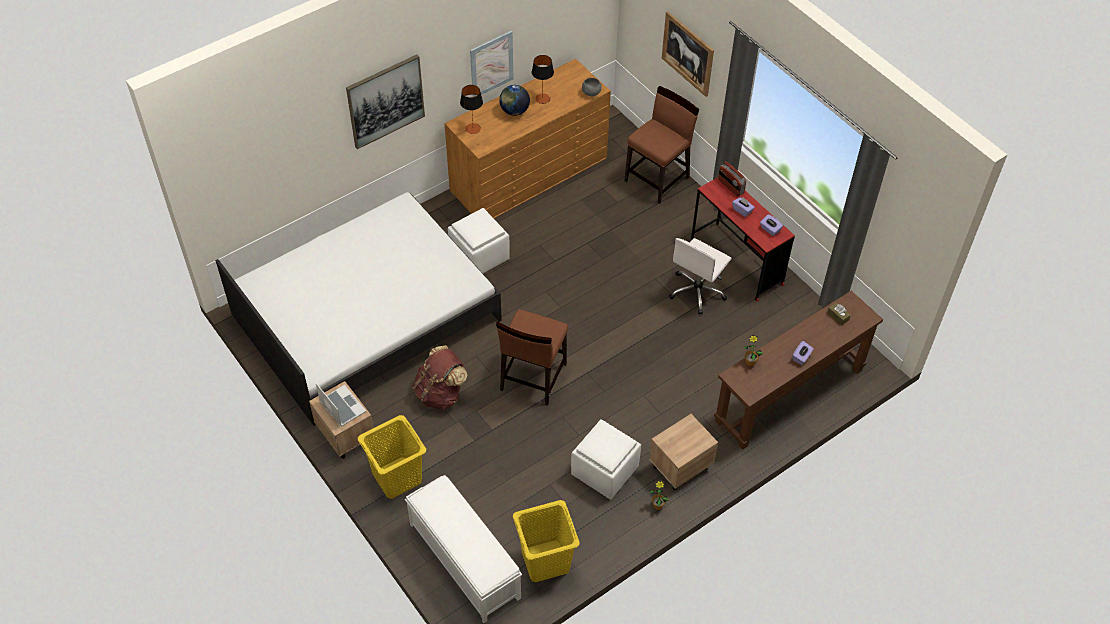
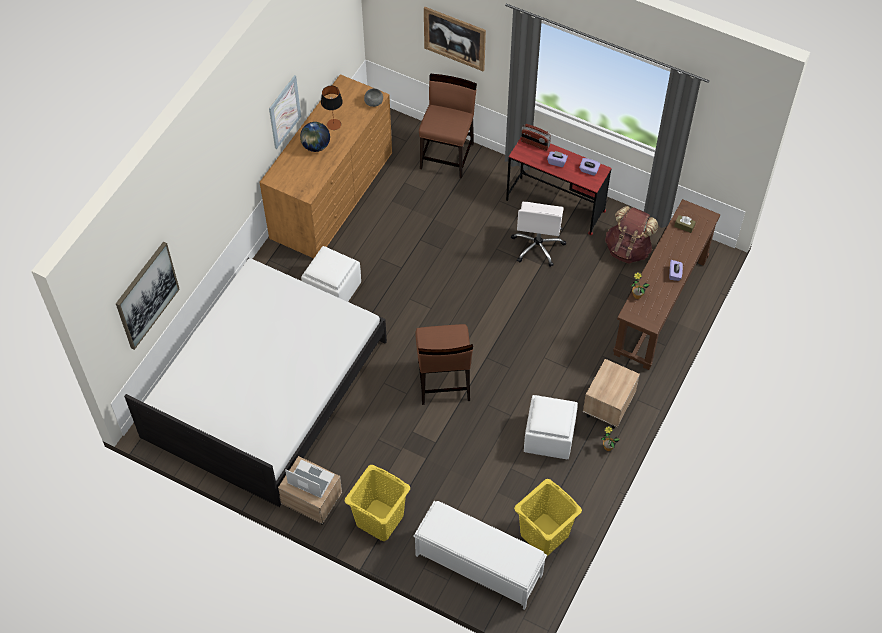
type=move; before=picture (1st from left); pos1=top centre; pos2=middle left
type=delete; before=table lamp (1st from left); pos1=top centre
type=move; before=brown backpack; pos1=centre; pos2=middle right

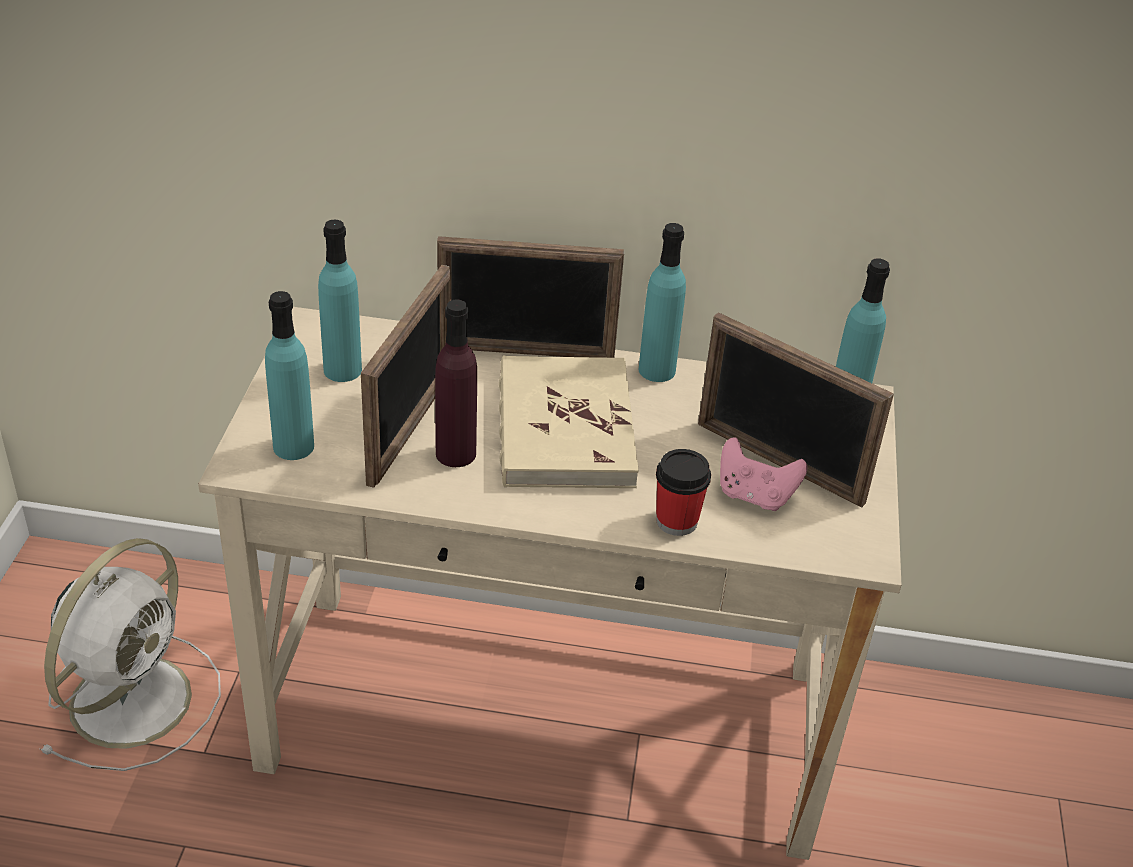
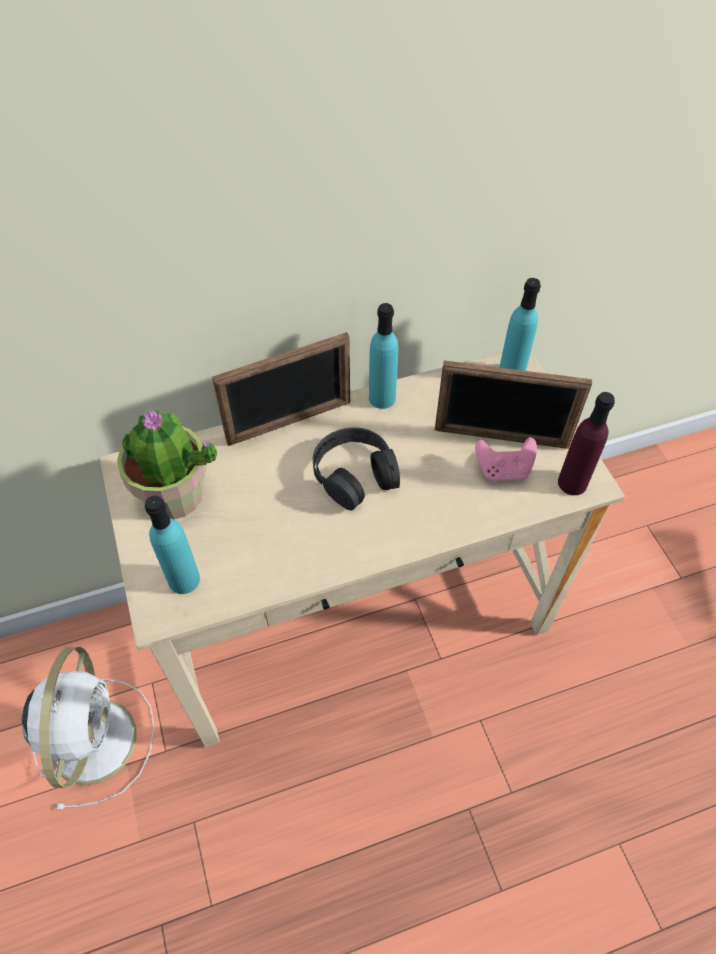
type=replace; before=turquoise bottle (2nd from left); after=potted plant; pos1=middle left; pos2=middle left
type=delete; before=picture frame (1st from left); pos1=centre
type=move; before=purple bottle; pos1=centre; pos2=middle right
type=replace; before=beige book; after=black headphones; pos1=centre; pos2=centre
type=delete; before=cup; pos1=centre

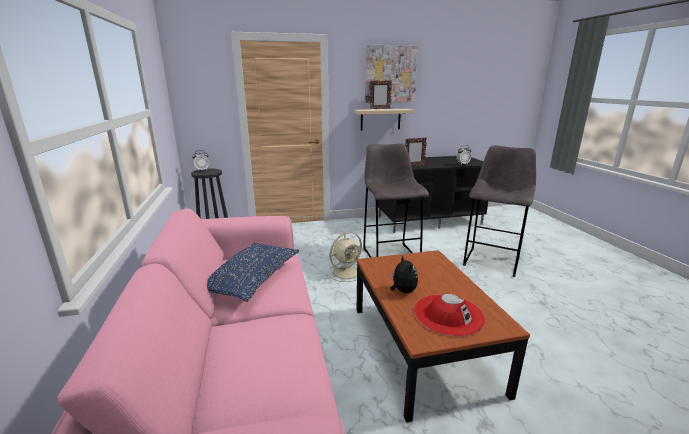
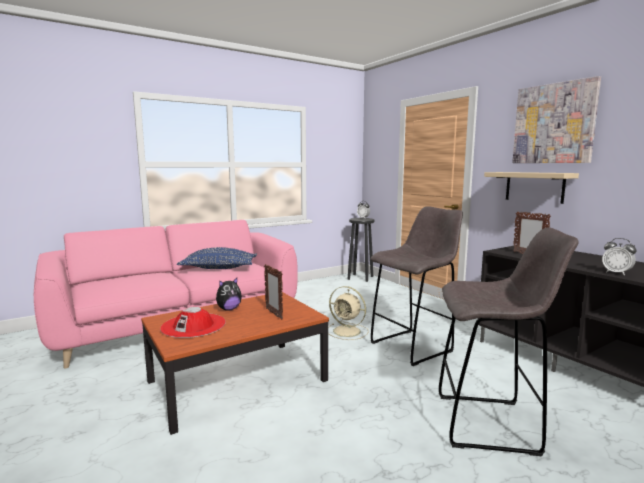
type=move; before=picture frame (1st from left); pos1=top centre; pos2=centre

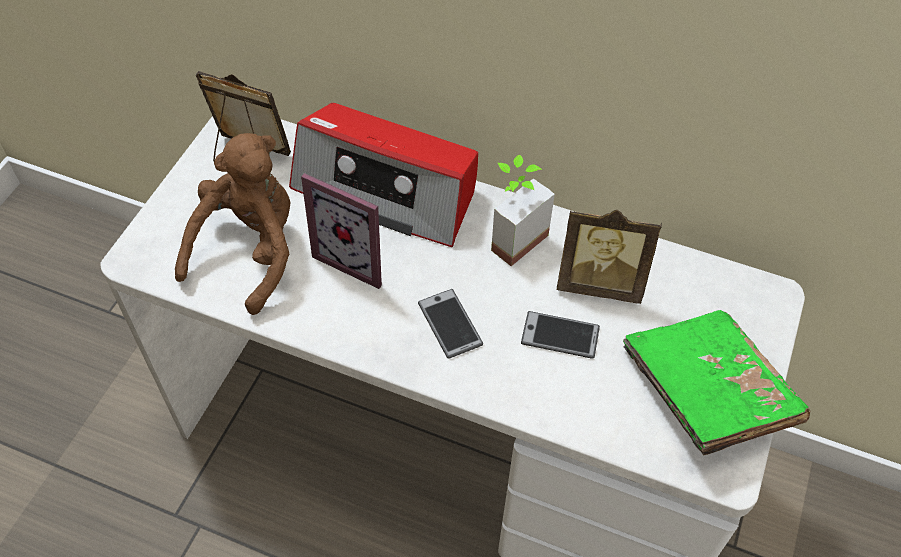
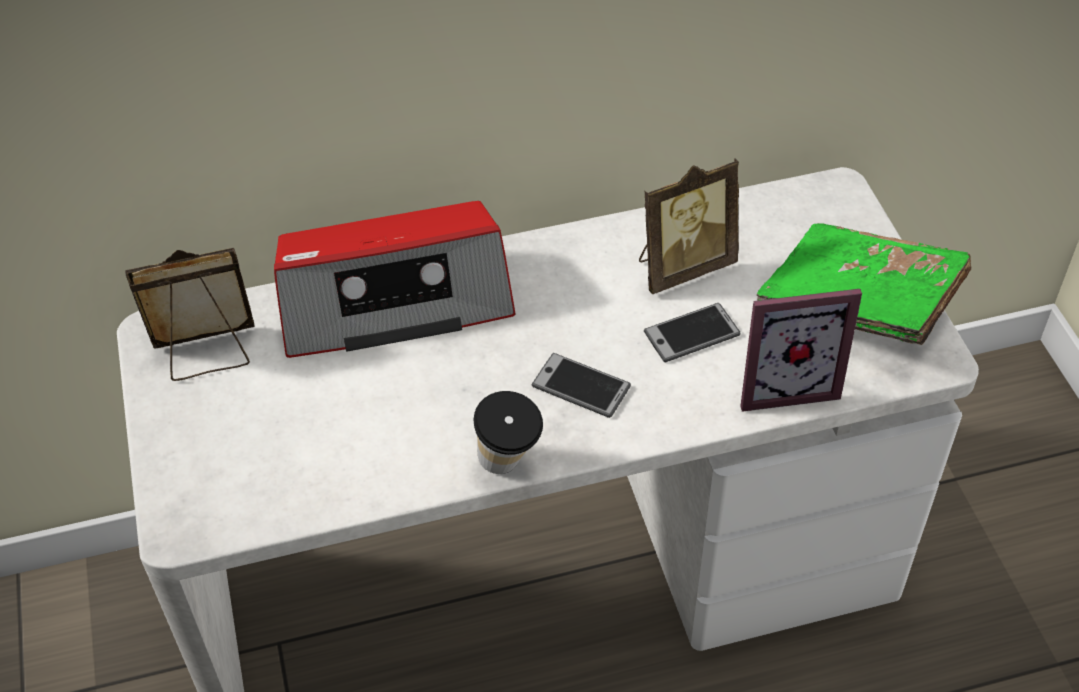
type=delete; before=brown plush toy; pos1=middle left
type=delete; before=potted plant; pos1=centre
type=move; before=picture frame (2nd from left in the first image); after=picture frame (3rd from left); pos1=centre; pos2=middle right
type=insert; after=cup; pos2=centre

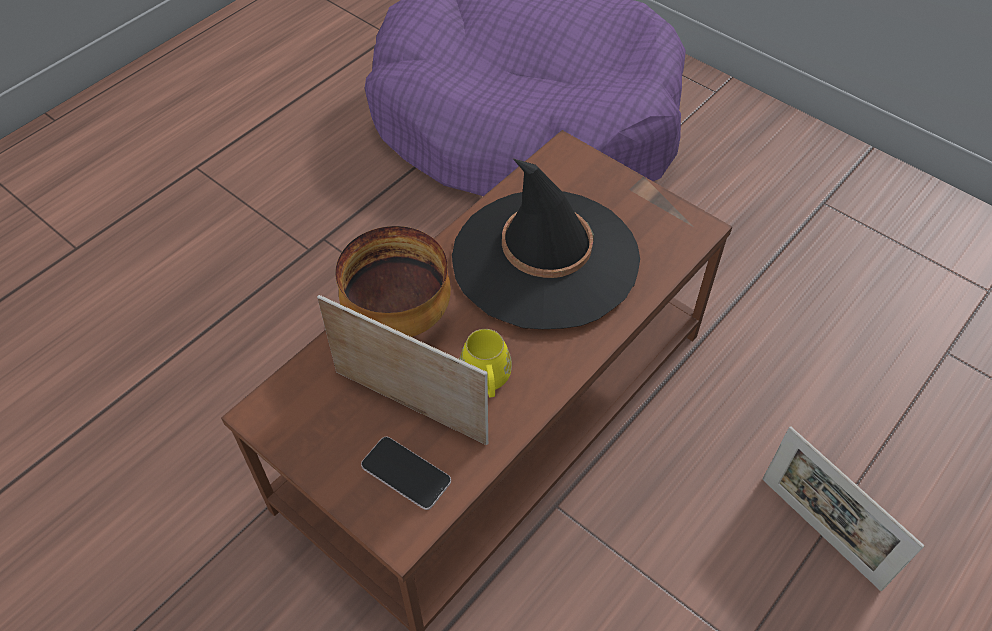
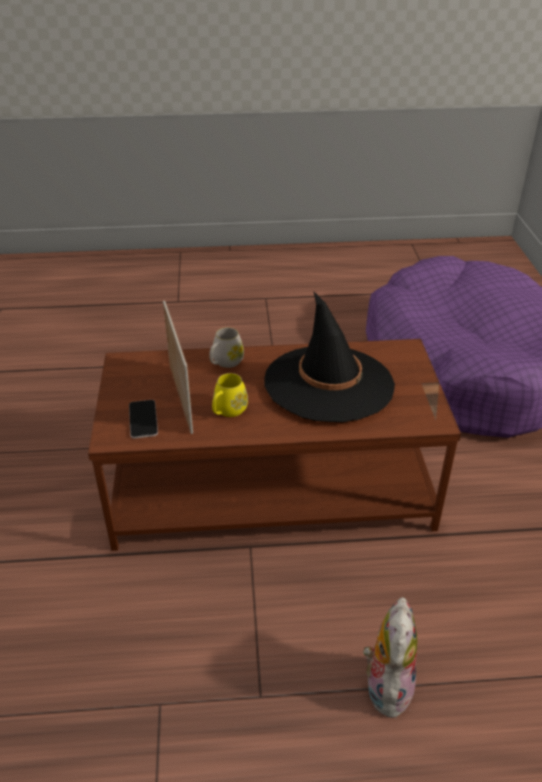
type=replace; before=bowl; after=white mug; pos1=centre; pos2=centre
type=replace; before=picture frame (2nd from left); after=plush toy; pos1=bottom right; pos2=bottom right

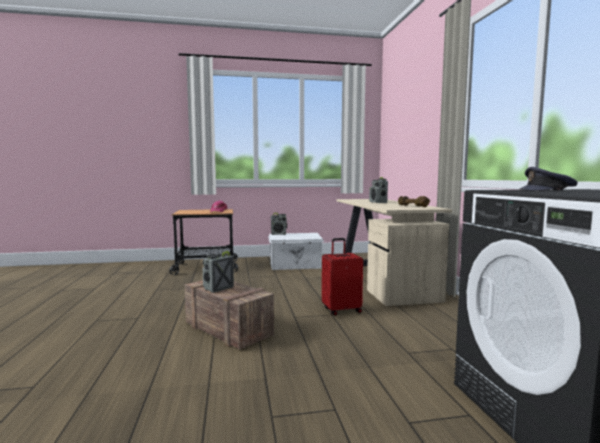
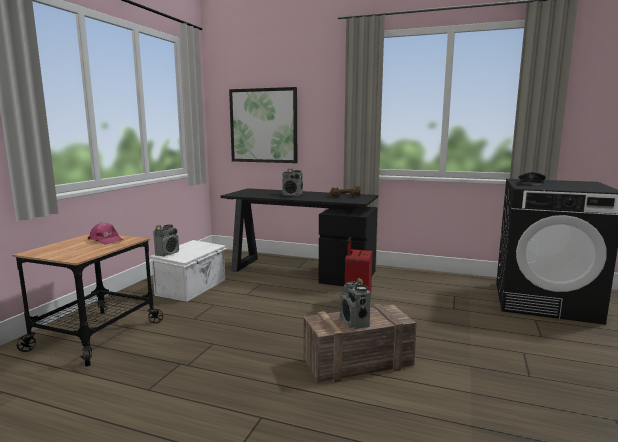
type=recolor; before=beige desk; after=black desk; pos1=centre; pos2=centre
type=insert; after=picture; pos2=top centre

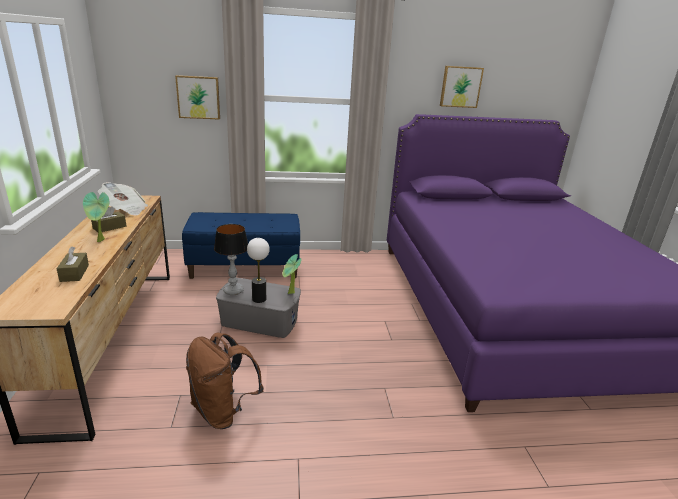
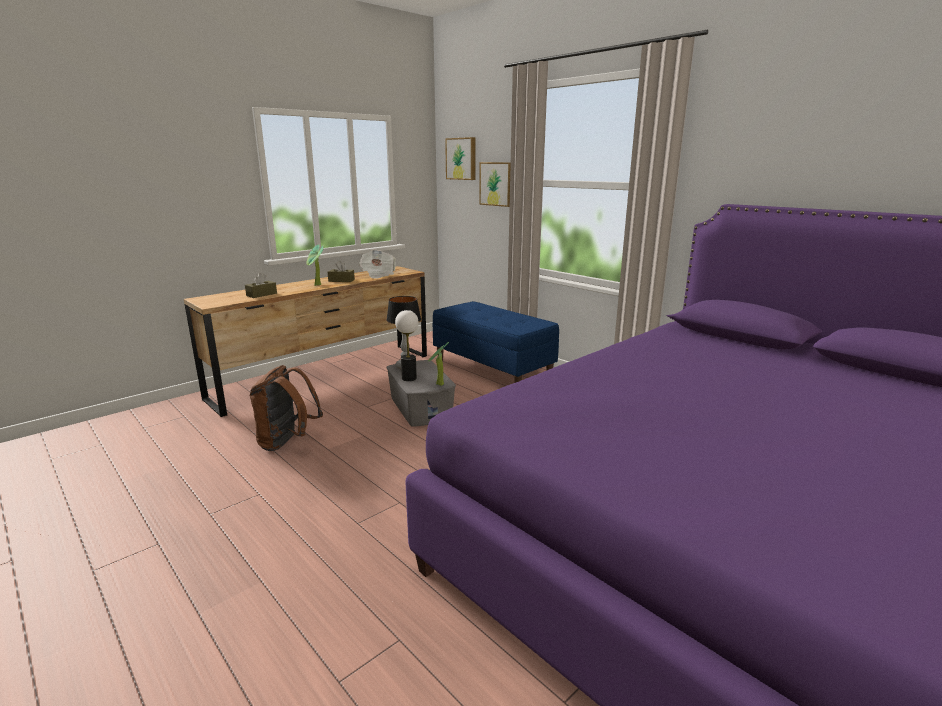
type=move; before=picture (2nd from left in the first image); after=picture (1st from left); pos1=top right; pos2=top centre

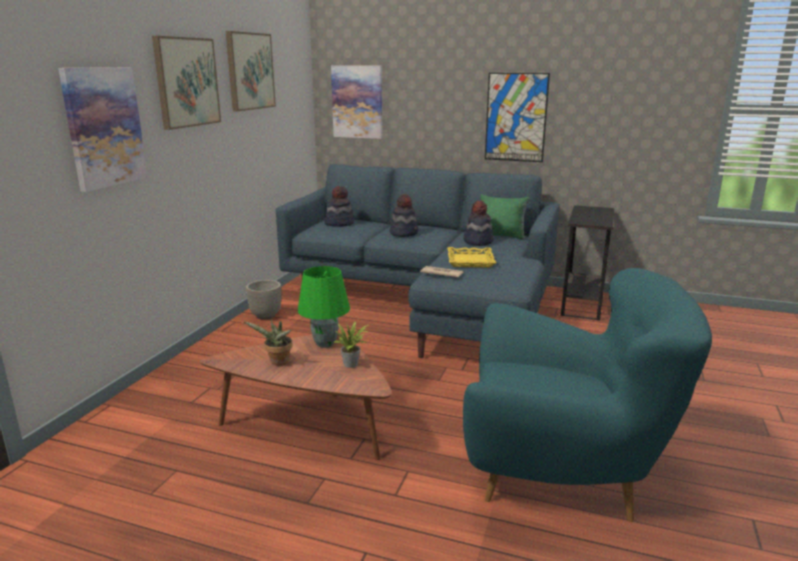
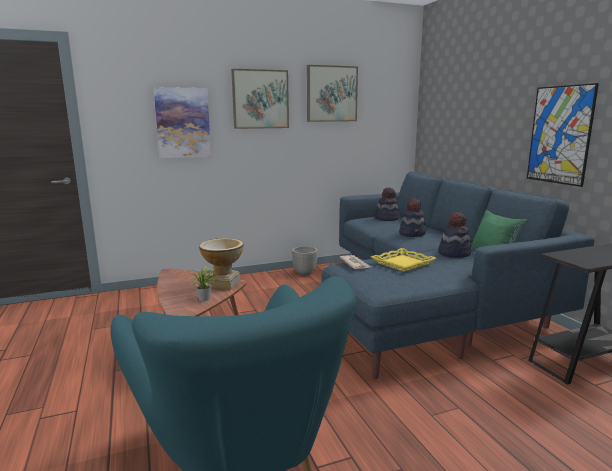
type=delete; before=picture (4th from left); pos1=top centre
type=replace; before=green table lamp; after=vase; pos1=centre; pos2=centre
type=delete; before=potted plant (1st from left); pos1=centre

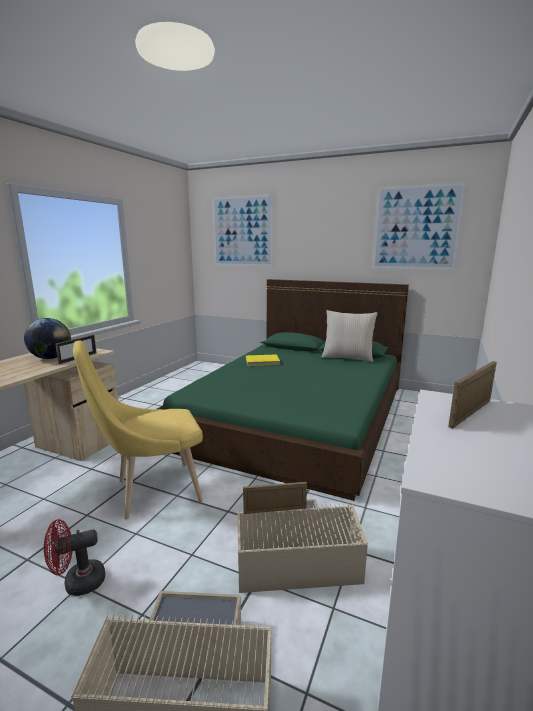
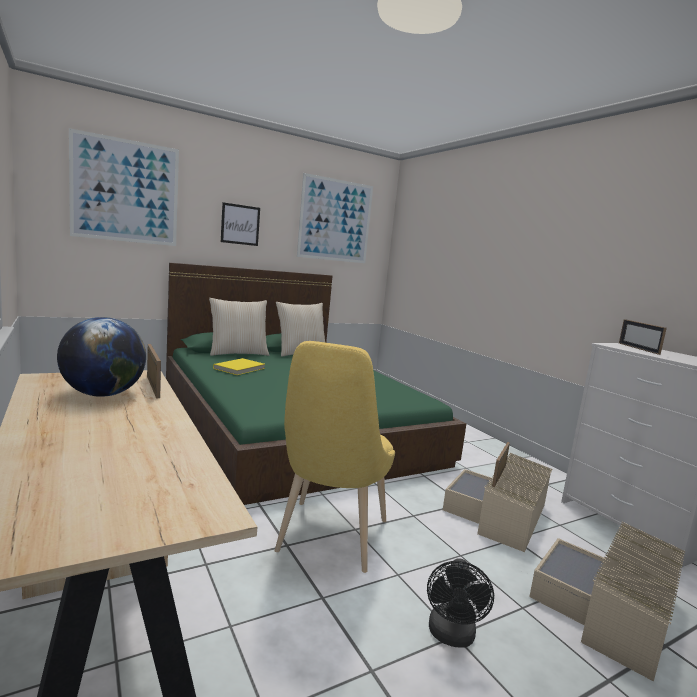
type=recolor; before=red fan; after=black fan; pos1=bottom left; pos2=bottom centre
type=insert; after=picture (2nd from left); pos2=top centre
type=insert; after=beige pillow (1st from left); pos2=centre

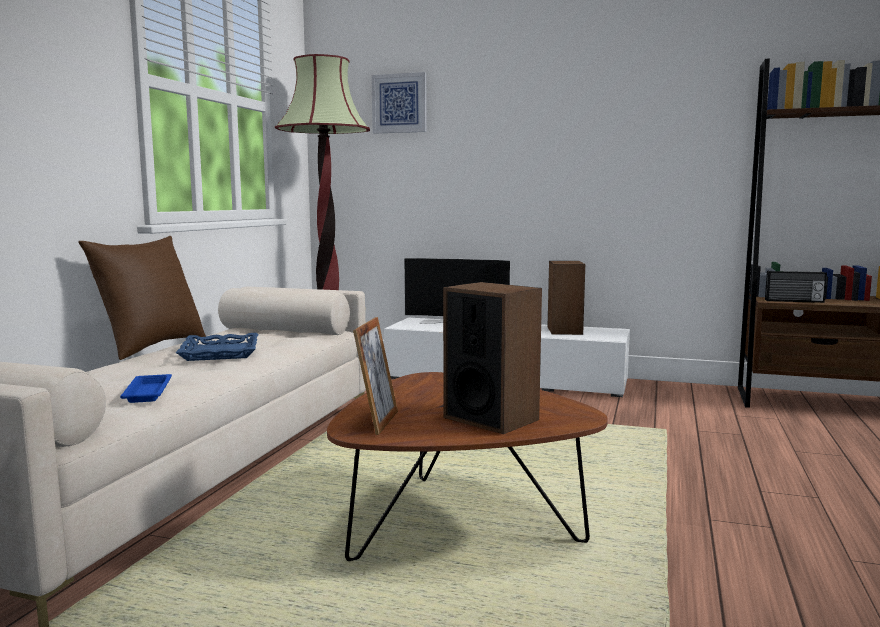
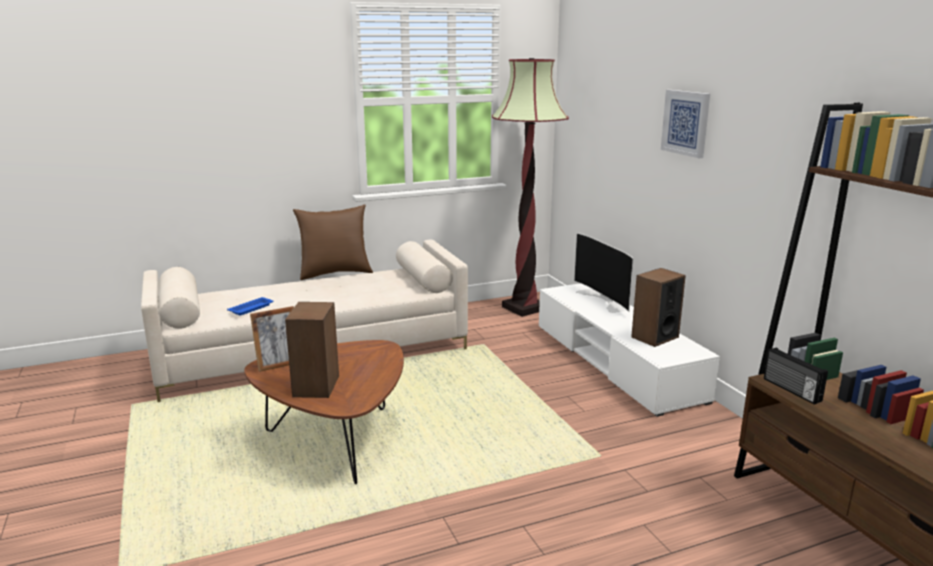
type=move; before=picture; pos1=top centre; pos2=top right
type=delete; before=blue tray (2nd from left); pos1=middle left

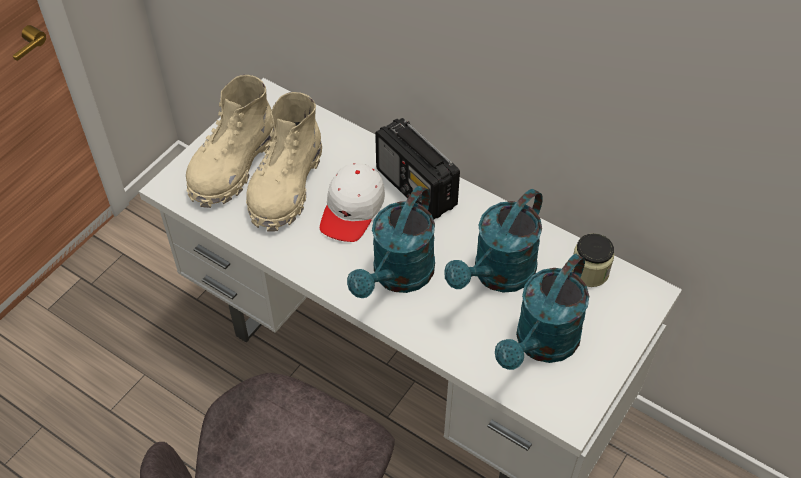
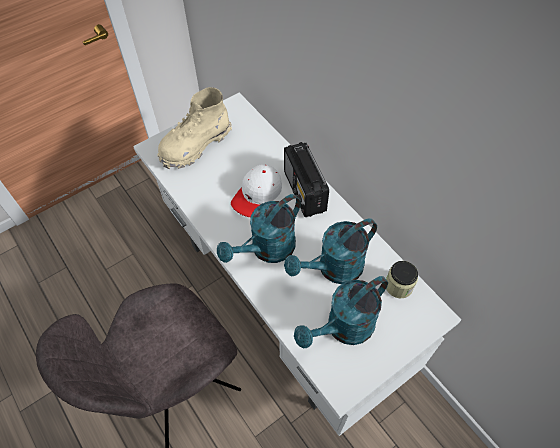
type=delete; before=beige boot (2nd from left); pos1=centre

